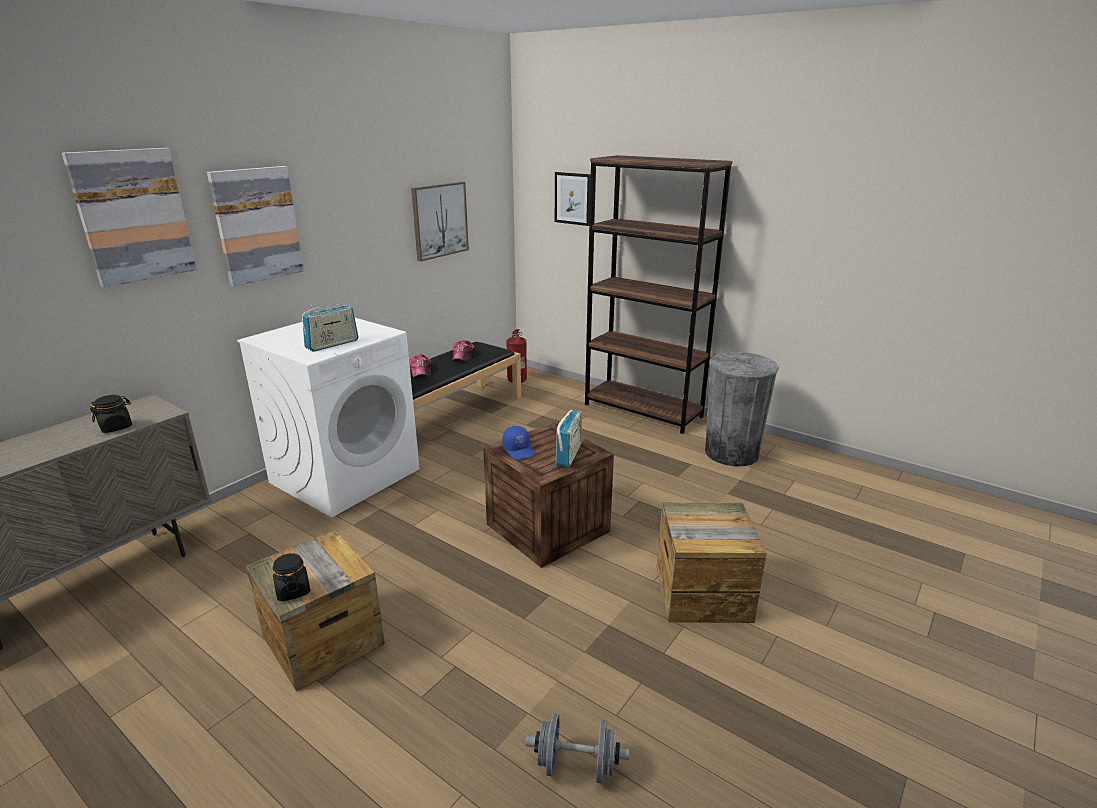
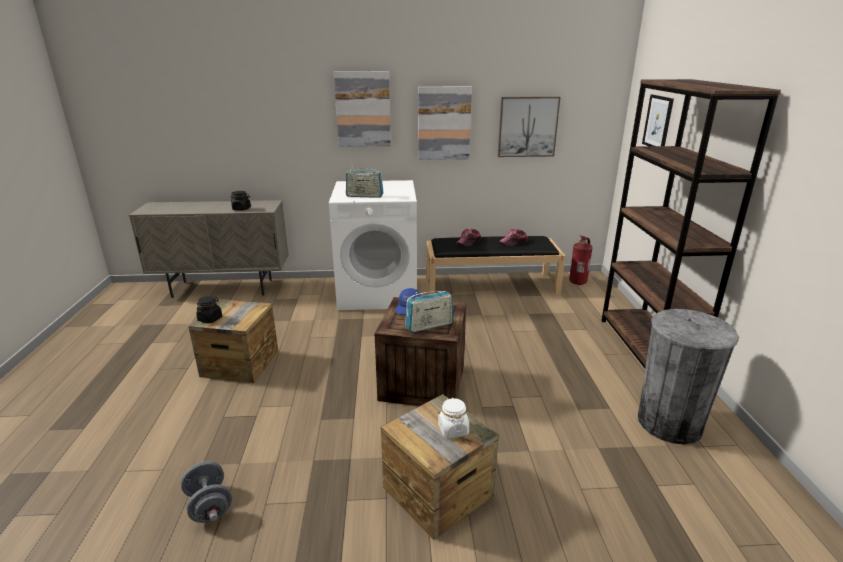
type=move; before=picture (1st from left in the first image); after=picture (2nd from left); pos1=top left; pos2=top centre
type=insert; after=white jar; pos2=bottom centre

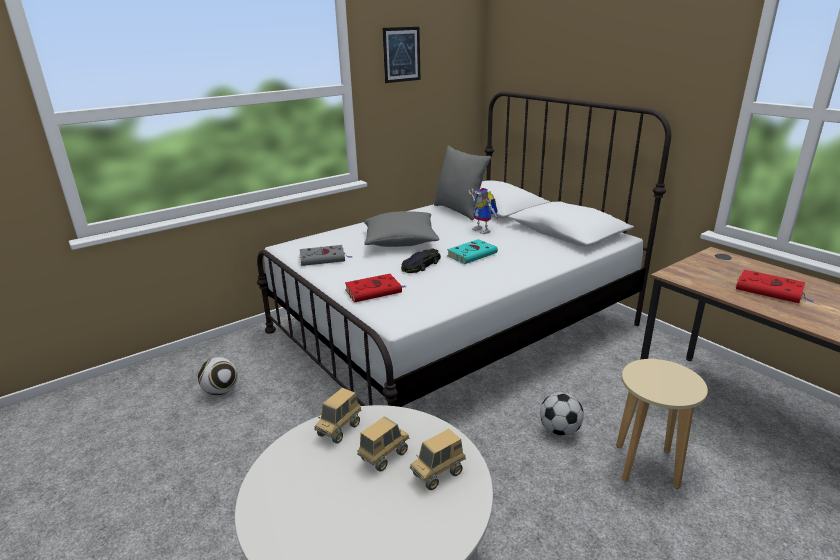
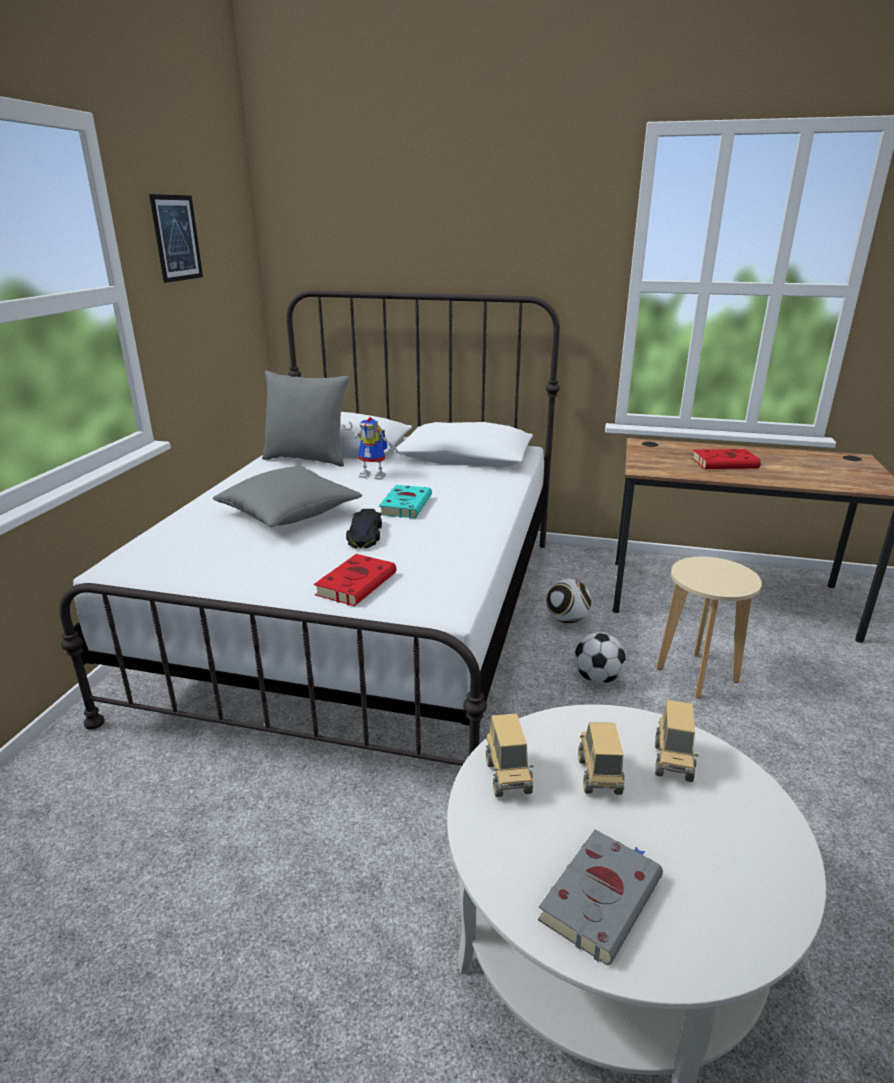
type=move; before=grey book; pos1=centre; pos2=bottom right
type=move; before=football (1st from left); pos1=bottom left; pos2=centre

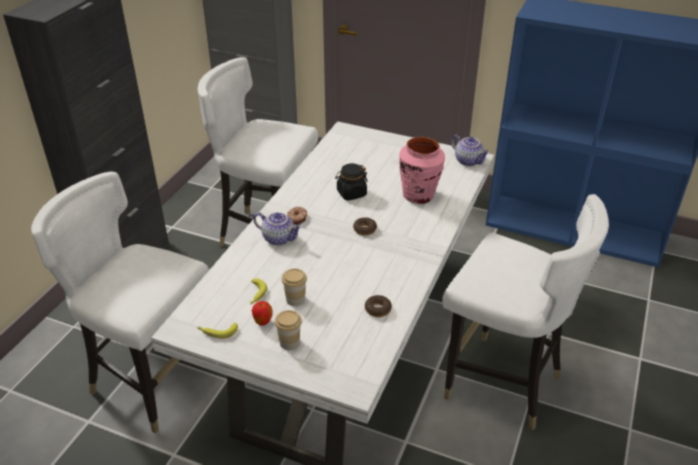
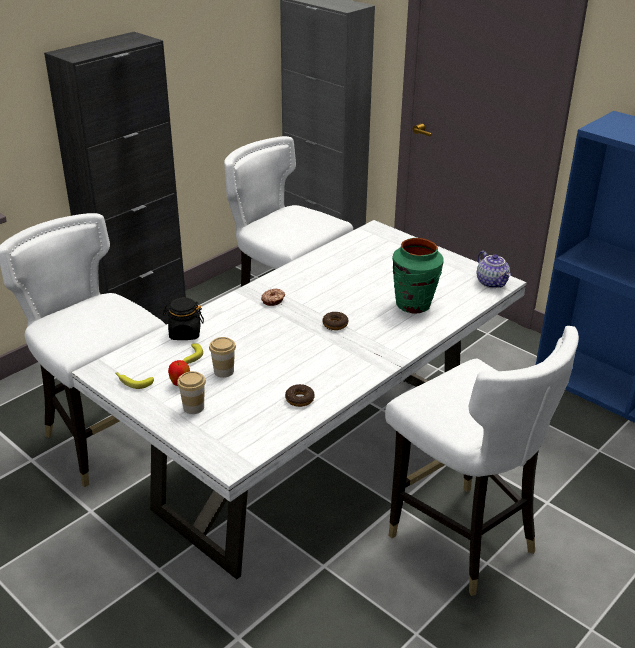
type=recolor; before=pink vase; after=green vase; pos1=centre; pos2=centre
type=move; before=black jar; pos1=centre; pos2=middle left
type=delete; before=teapot (1st from left); pos1=centre

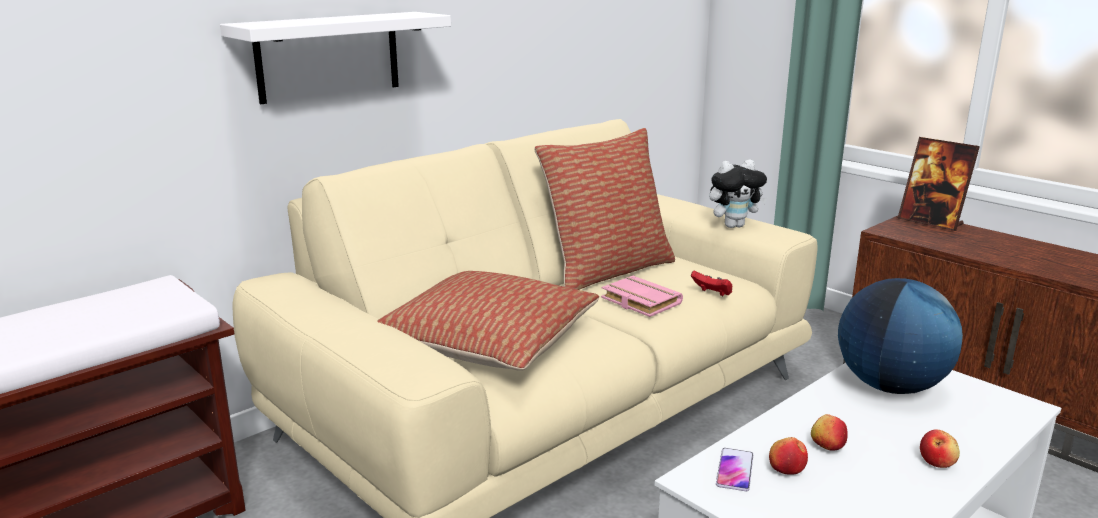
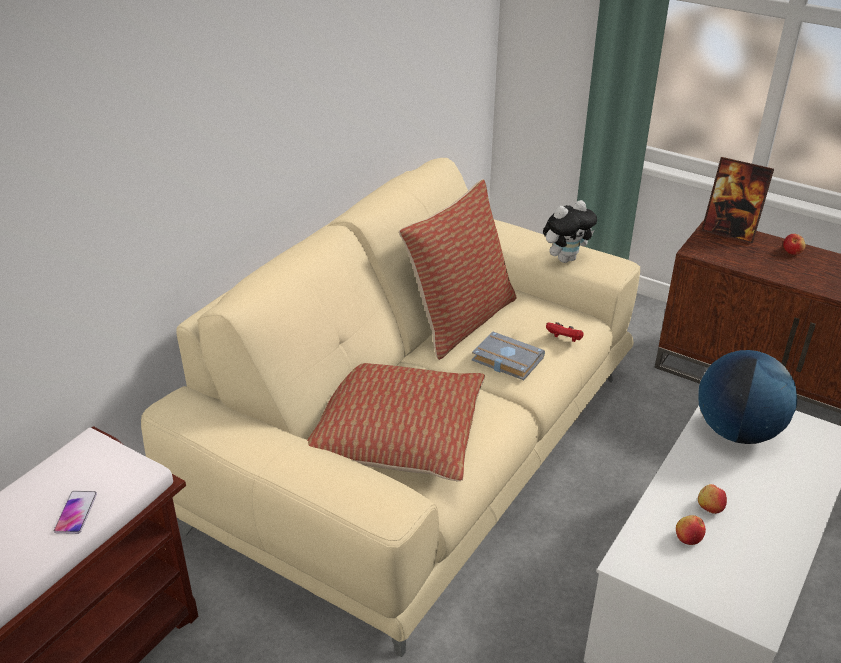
type=delete; before=white shelf; pos1=top left
type=recolor; before=pink book; after=grey book; pos1=centre; pos2=centre
type=move; before=apple (3rd from left); pos1=bottom right; pos2=middle right
type=move; before=phone; pos1=bottom right; pos2=bottom left

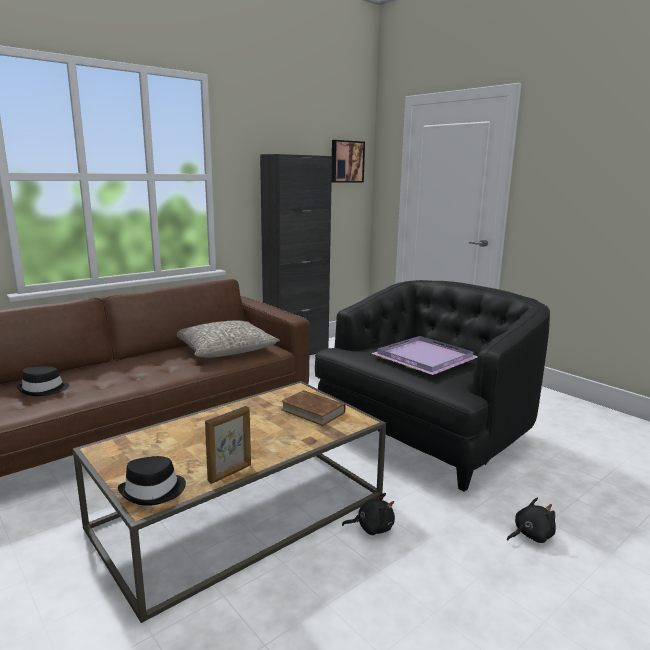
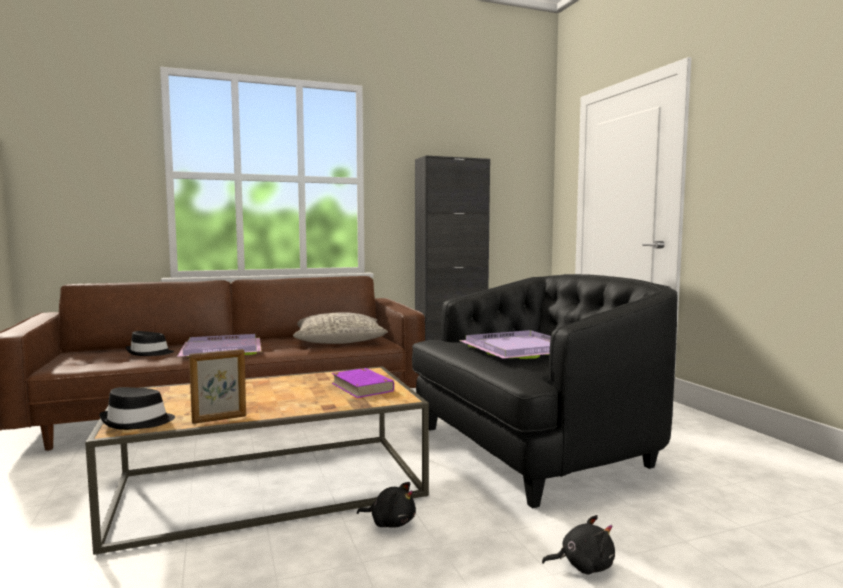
type=delete; before=picture; pos1=top centre
type=recolor; before=brown book; after=purple book; pos1=centre; pos2=centre
type=insert; after=purple tray (1st from left); pos2=middle left

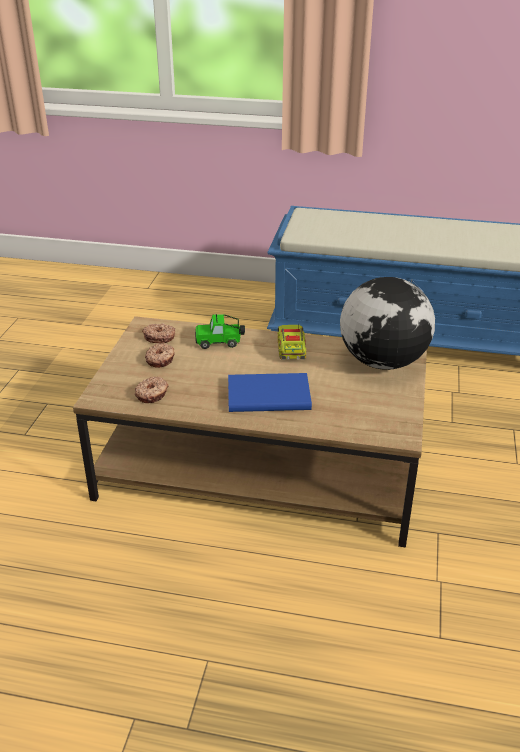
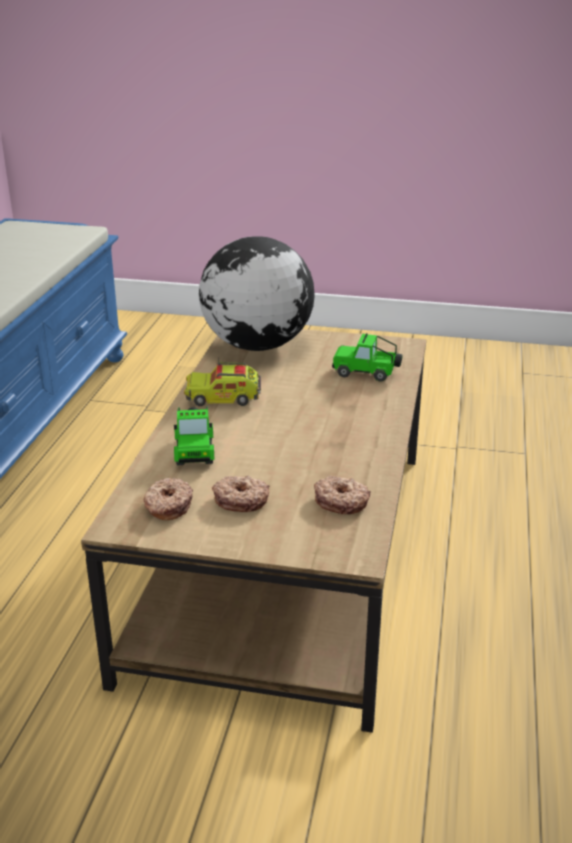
type=delete; before=blue book; pos1=centre
type=insert; after=toy car (2nd from left); pos2=centre

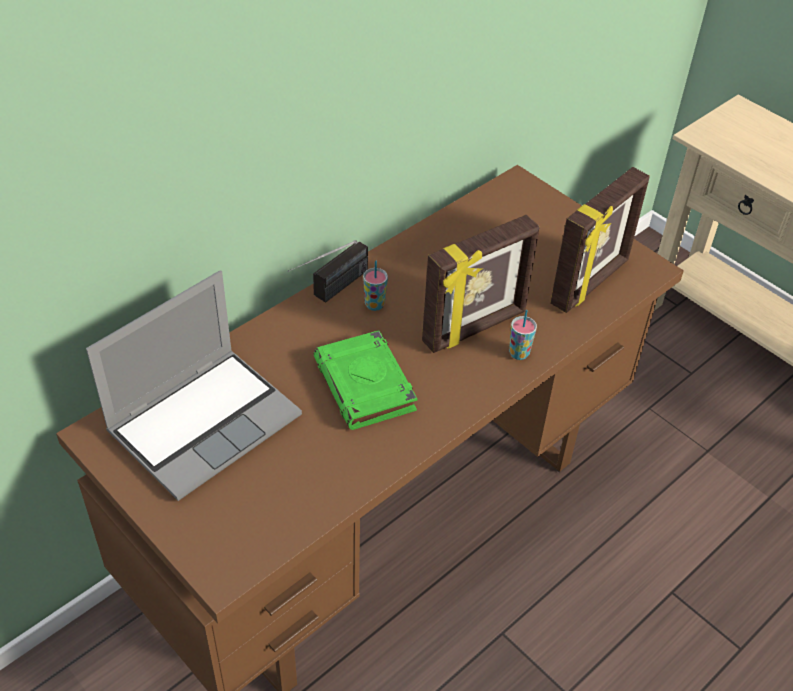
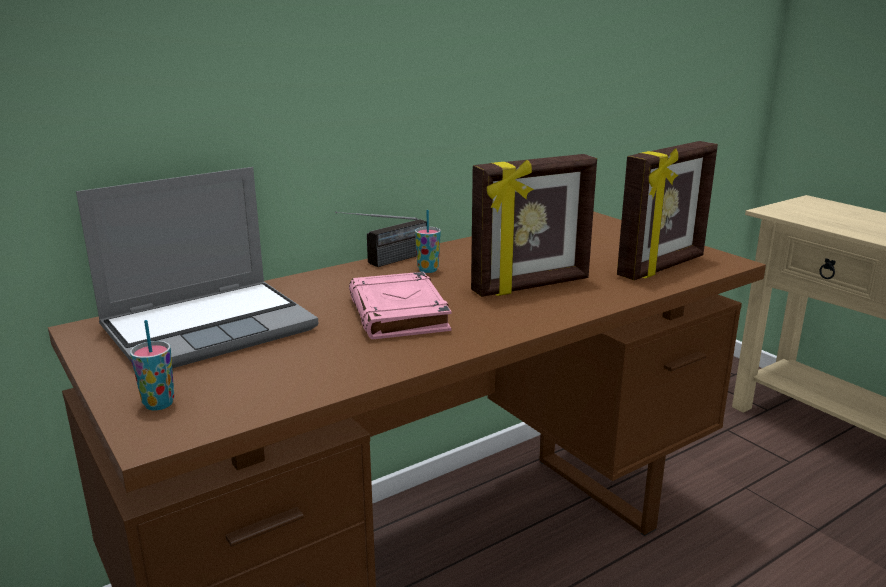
type=move; before=cup (2nd from left in the first image); after=cup (1st from left); pos1=centre; pos2=middle left
type=recolor; before=green book; after=pink book; pos1=centre; pos2=centre

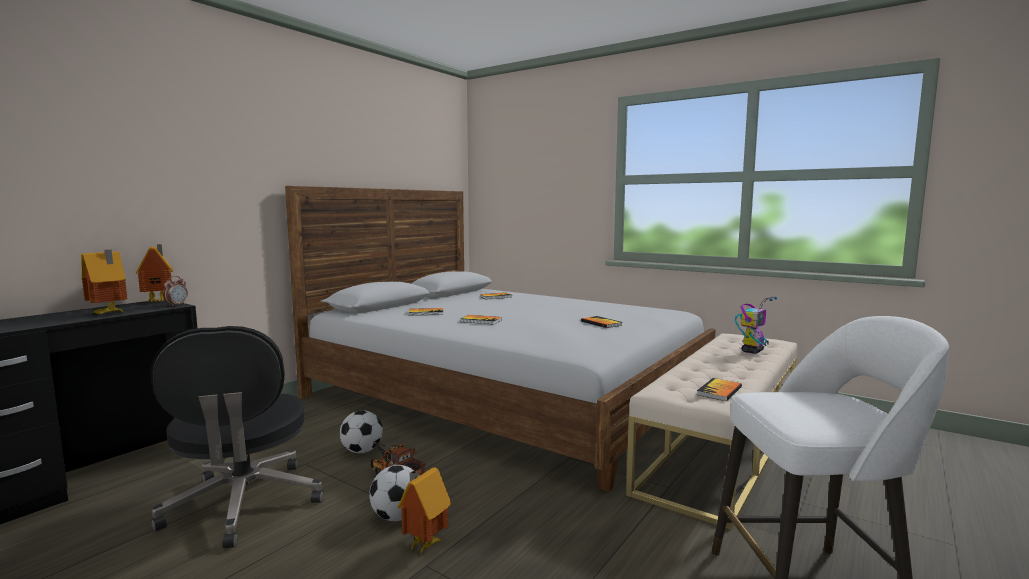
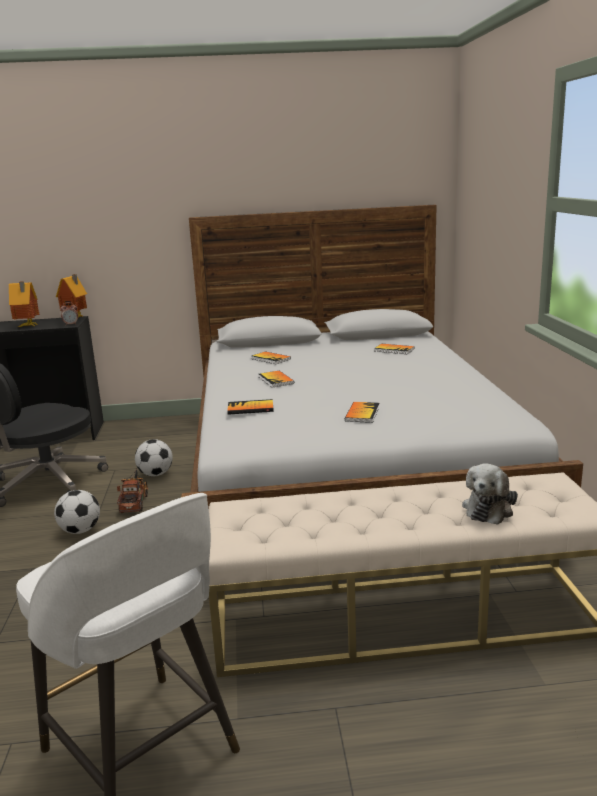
type=replace; before=toy robot; after=plush toy; pos1=middle right; pos2=middle right
type=move; before=book (5th from left in the first image); after=book (1st from left); pos1=bottom right; pos2=centre
type=delete; before=toy house (3rd from left); pos1=bottom centre

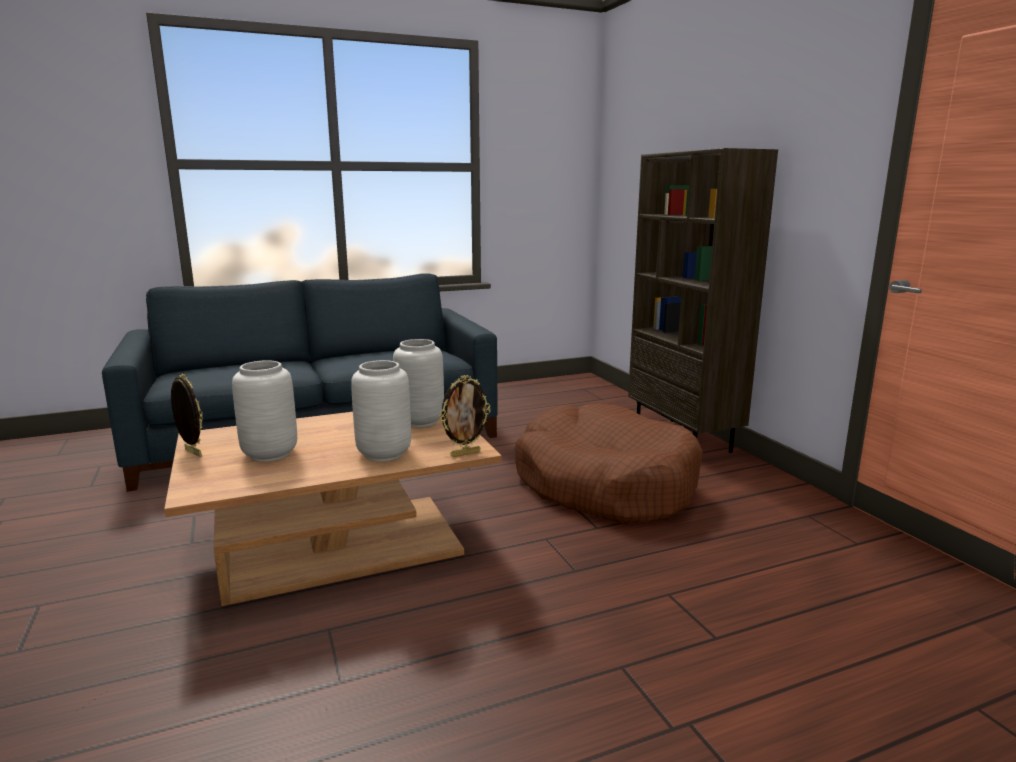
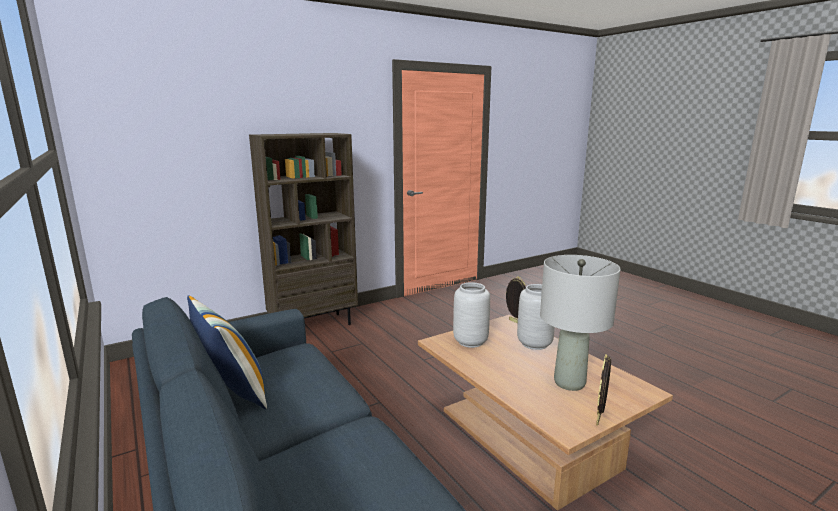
type=replace; before=grey vase (1st from left); after=grey table lamp; pos1=middle left; pos2=middle right
type=delete; before=brown dog bed; pos1=centre
type=insert; after=pillow; pos2=bottom left

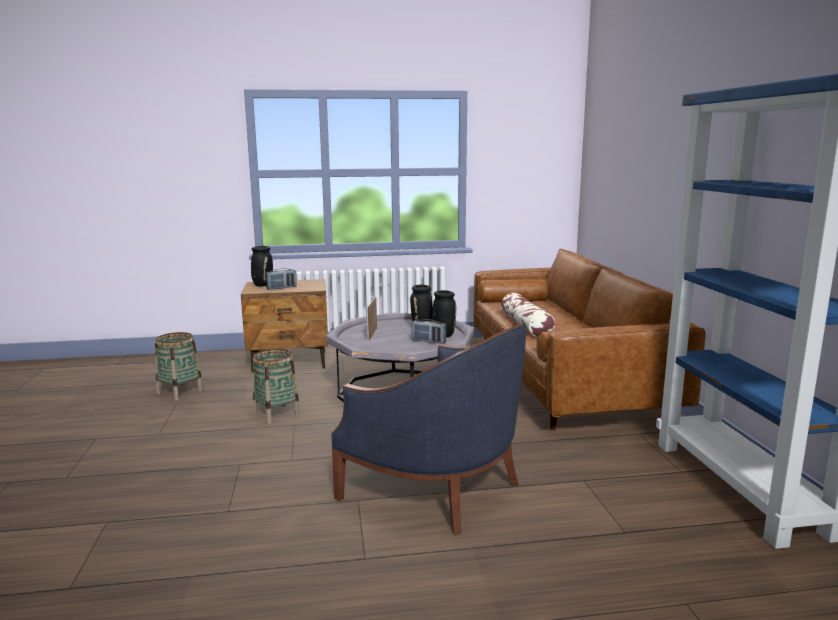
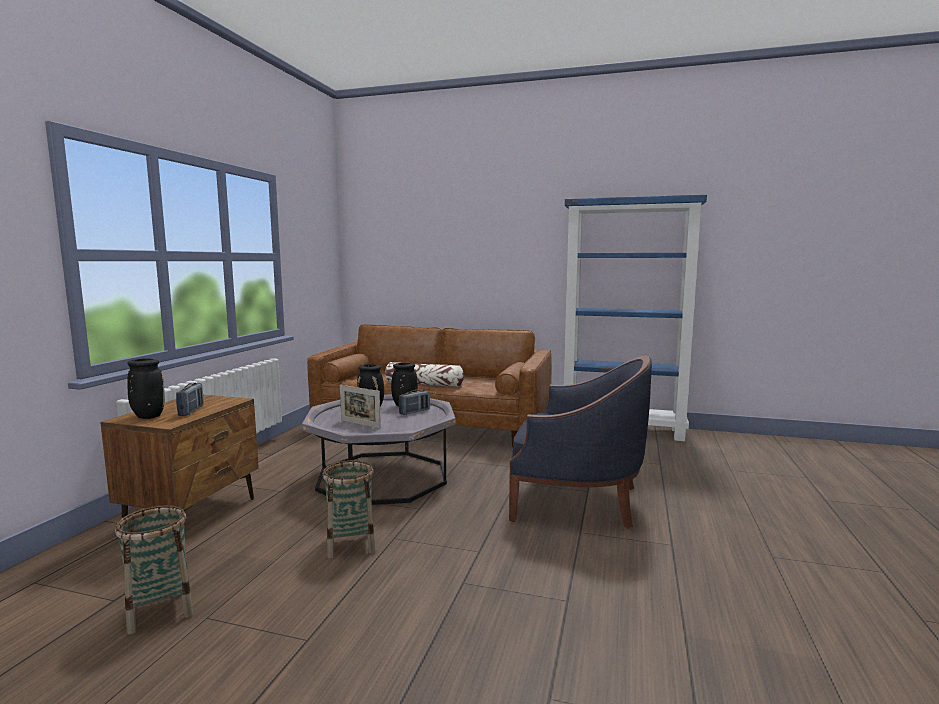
type=rotate; before=blue armchair; pos1=bottom centre; pos2=centre; turn=45

